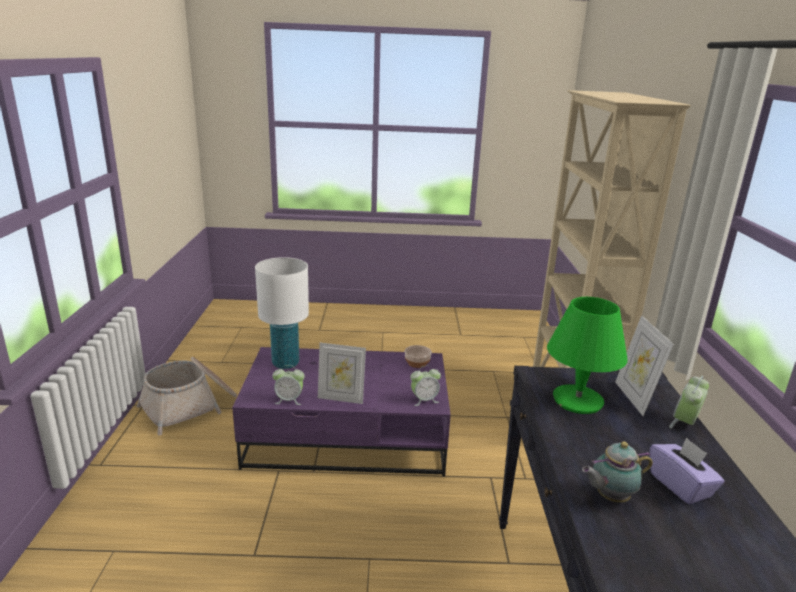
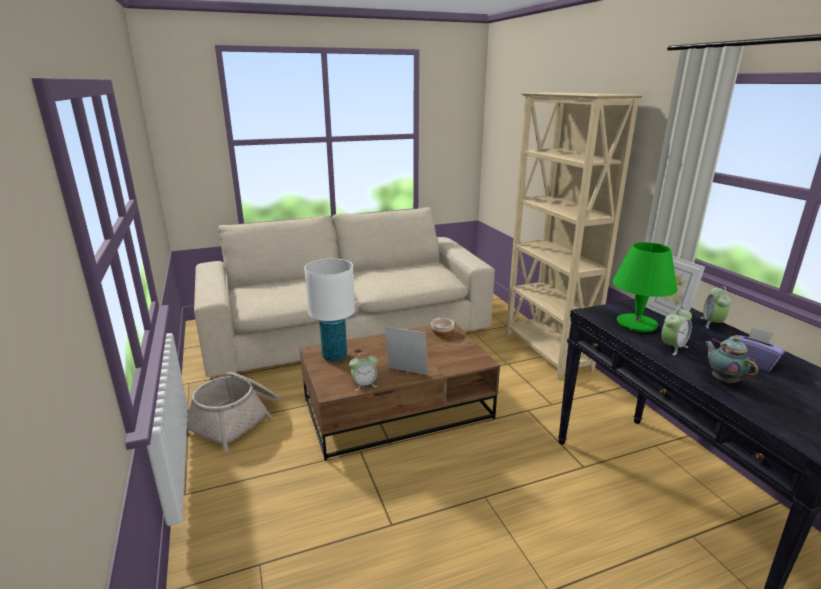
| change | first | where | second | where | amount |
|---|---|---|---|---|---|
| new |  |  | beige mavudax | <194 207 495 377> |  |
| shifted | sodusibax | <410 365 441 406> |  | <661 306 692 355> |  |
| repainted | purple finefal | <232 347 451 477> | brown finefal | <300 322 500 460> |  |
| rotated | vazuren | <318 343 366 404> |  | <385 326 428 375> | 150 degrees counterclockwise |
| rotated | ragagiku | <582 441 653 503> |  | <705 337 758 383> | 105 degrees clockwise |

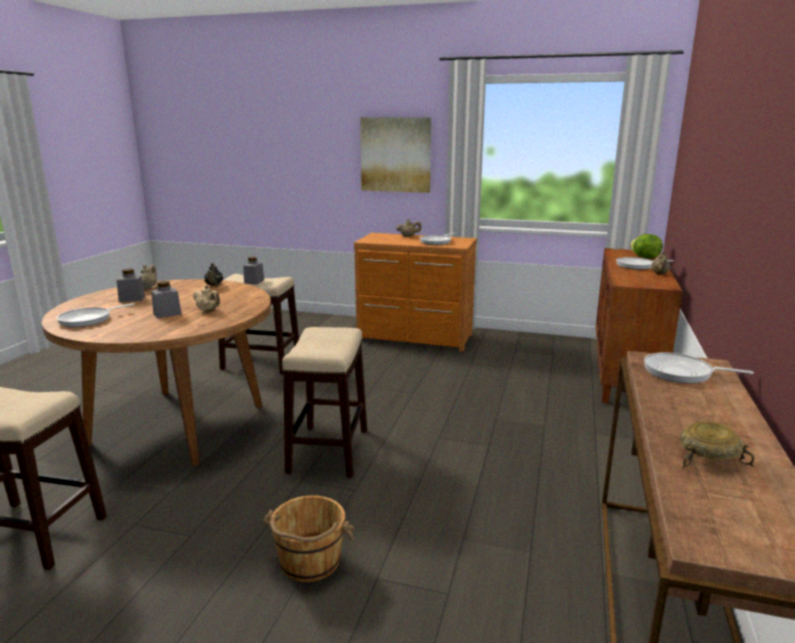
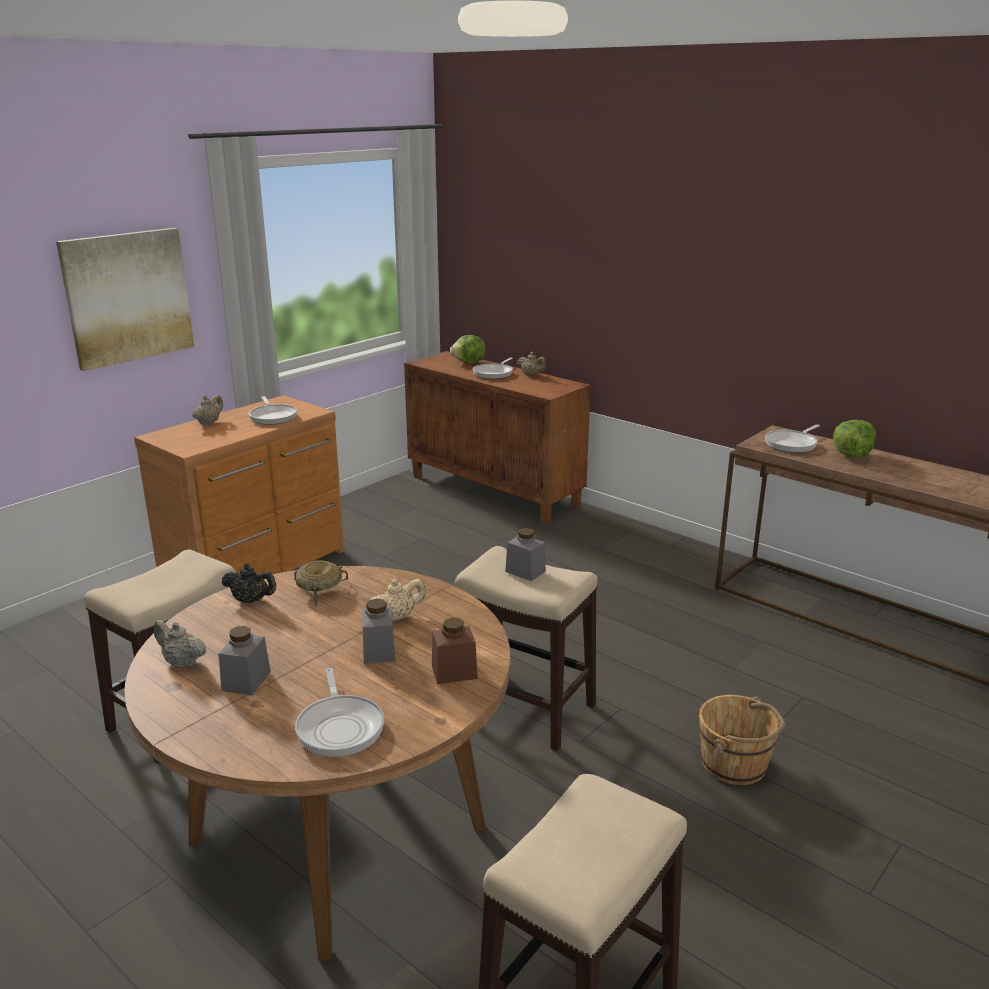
| change | first | where | second | where | amount |
|---|---|---|---|---|---|
| new |  |  | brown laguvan | <432 618 478 684> |  |
| new |  |  | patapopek | <833 420 876 458> |  |
| shifted | grey laguvan | <243 257 264 284> |  | <505 528 546 581> |  |
| shifted | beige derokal | <680 420 754 469> |  | <294 560 349 606> |  |

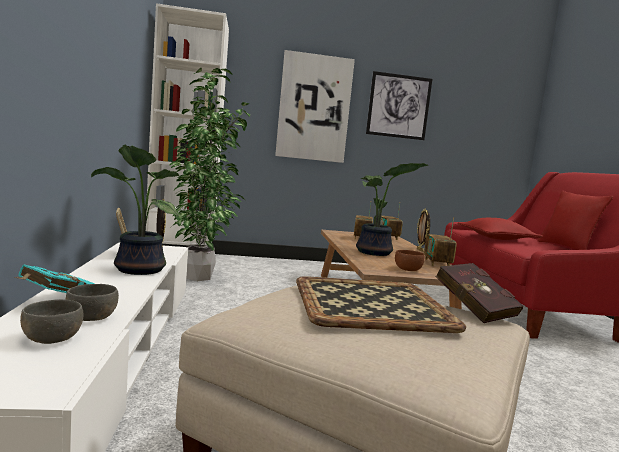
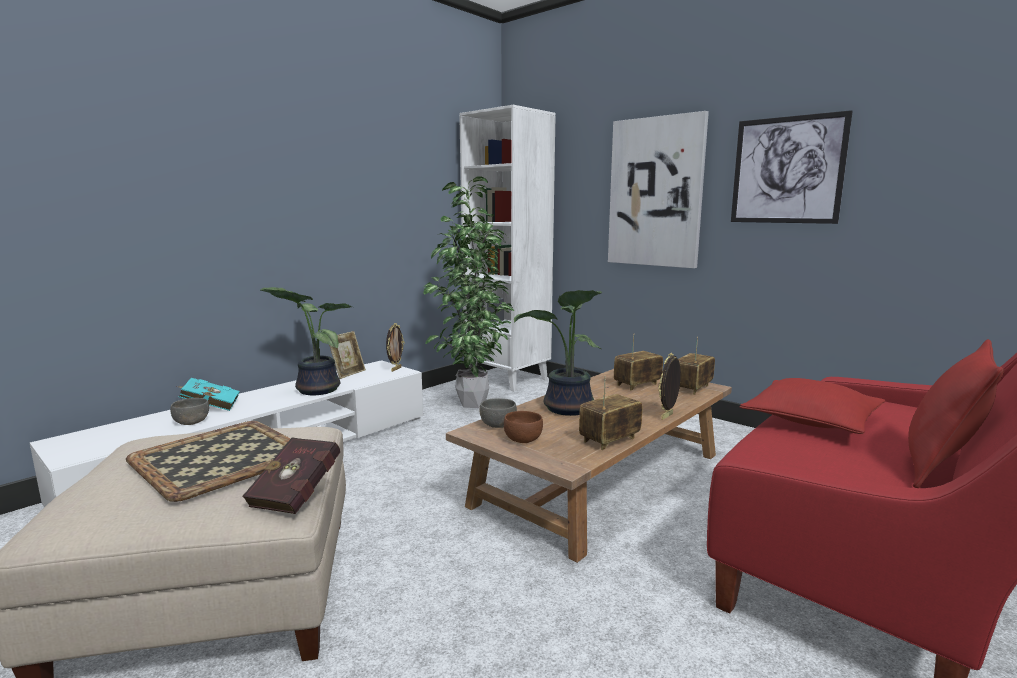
| change | first | where | second | where | amount |
|---|---|---|---|---|---|
| shifted | grey derokal | <20 299 83 344> |  | <479 398 517 428> |  |

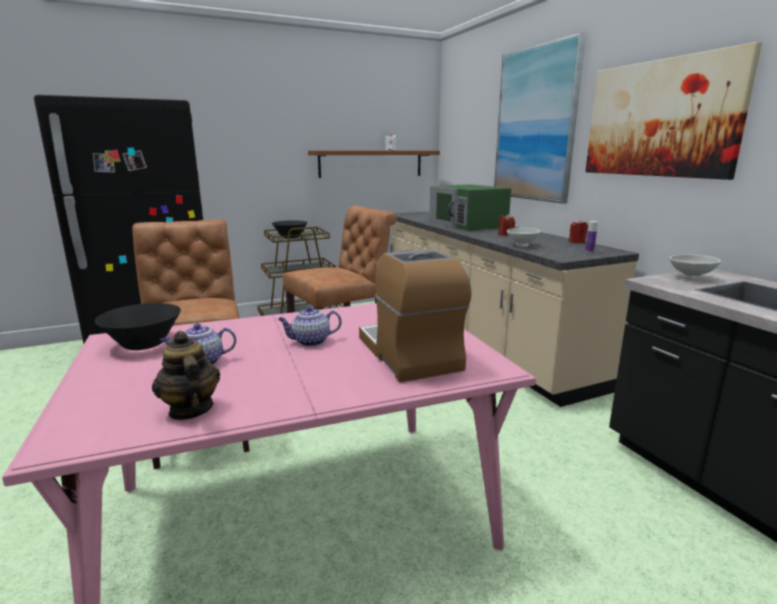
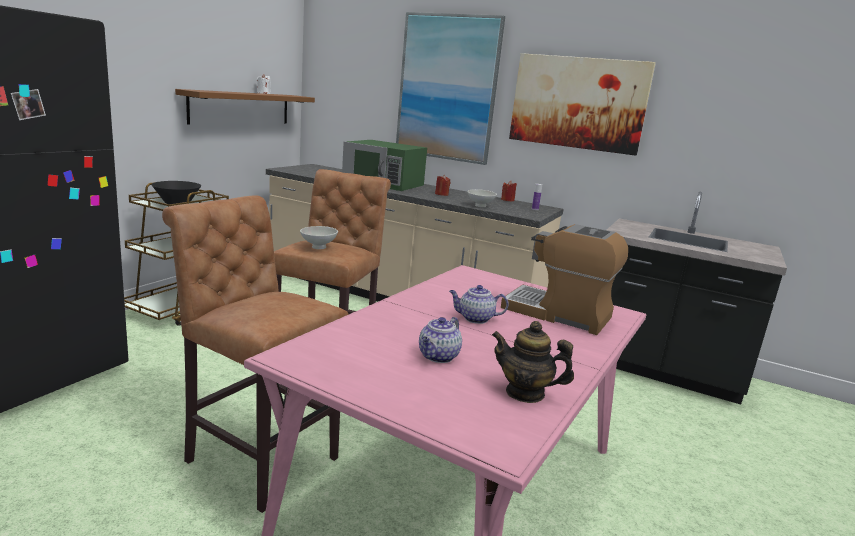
| change | first | where | second | where | amount |
|---|---|---|---|---|---|
| gone | black derokal | <95 303 181 350> |  |  |  |
| shifted | white derokal | <670 254 721 280> |  | <300 226 338 249> |  |
| rotated | ragagiku | <278 306 341 347> |  | <449 285 509 324> | 60 degrees clockwise |

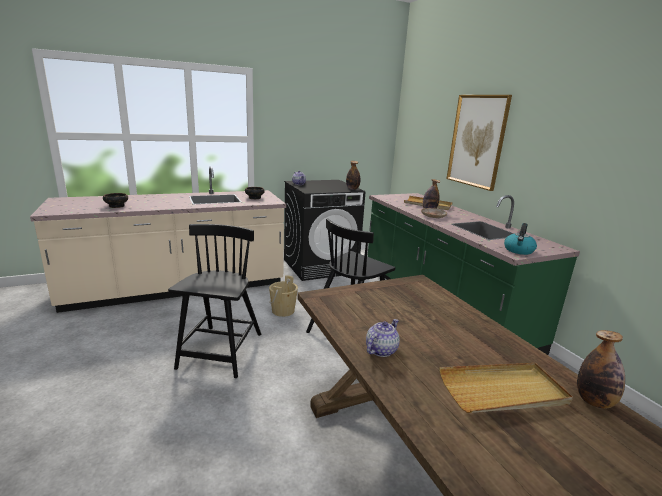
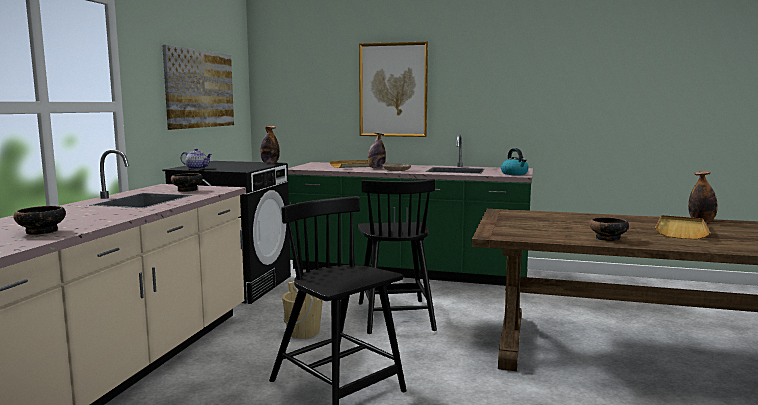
| change | first | where | second | where | amount |
|---|---|---|---|---|---|
| new |  |  | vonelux | <163 45 234 130> |  |
| swapped | ragagiku | <366 319 400 357> | derokal | <589 217 629 241> |  |

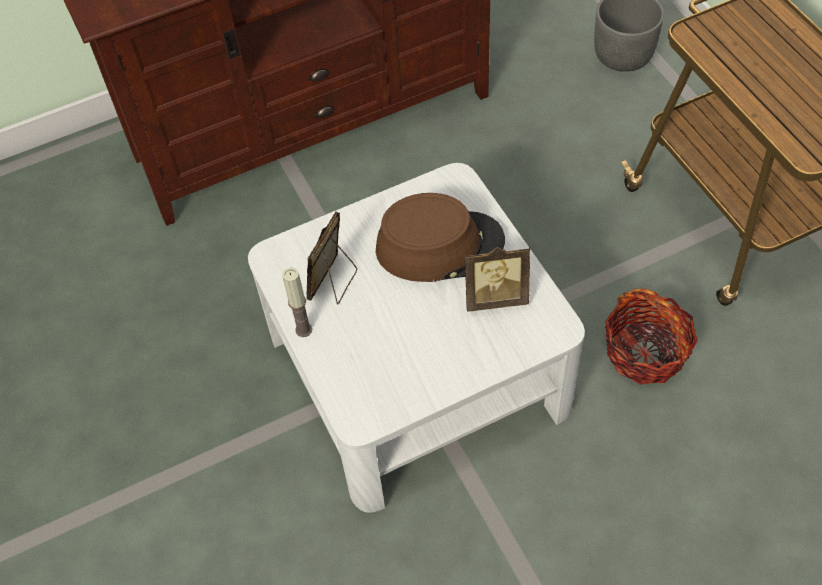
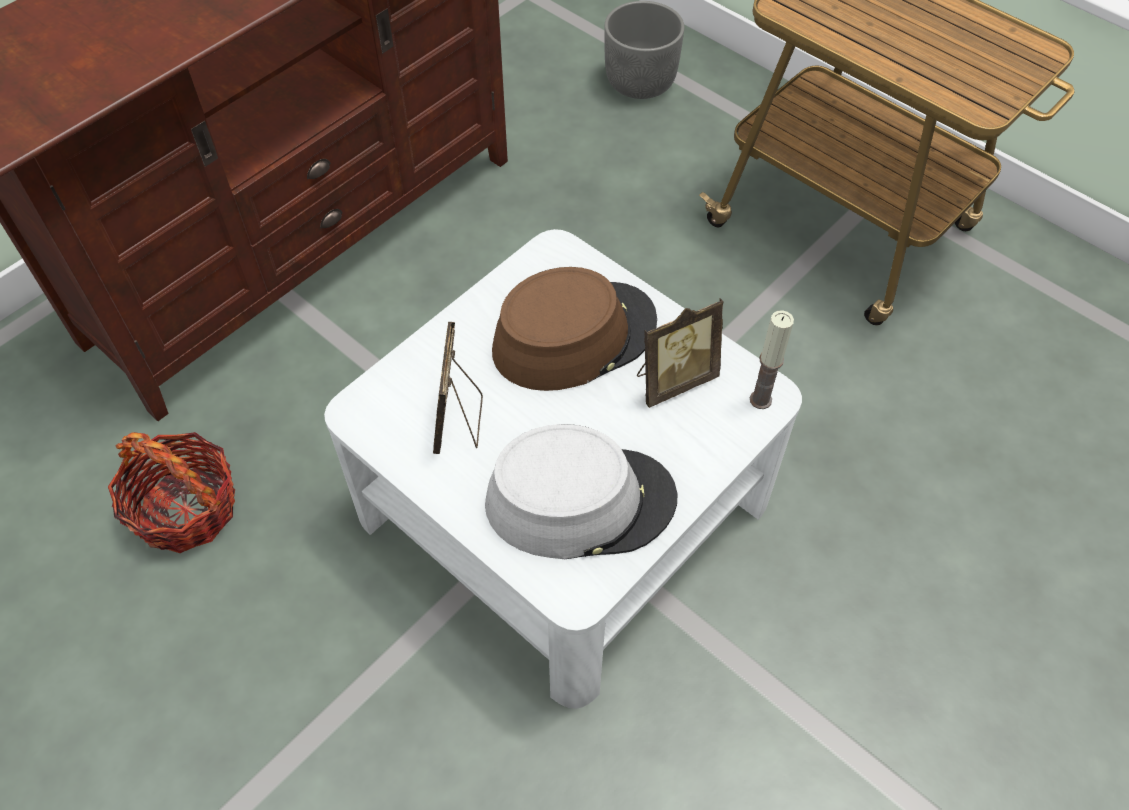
| change | first | where | second | where | amount |
|---|---|---|---|---|---|
| new |  |  | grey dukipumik | <485 424 678 559> |  |
| shifted | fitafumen | <282 268 312 337> |  | <750 310 794 409> |  |
| shifted | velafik | <605 288 698 384> |  | <108 432 235 553> |  |

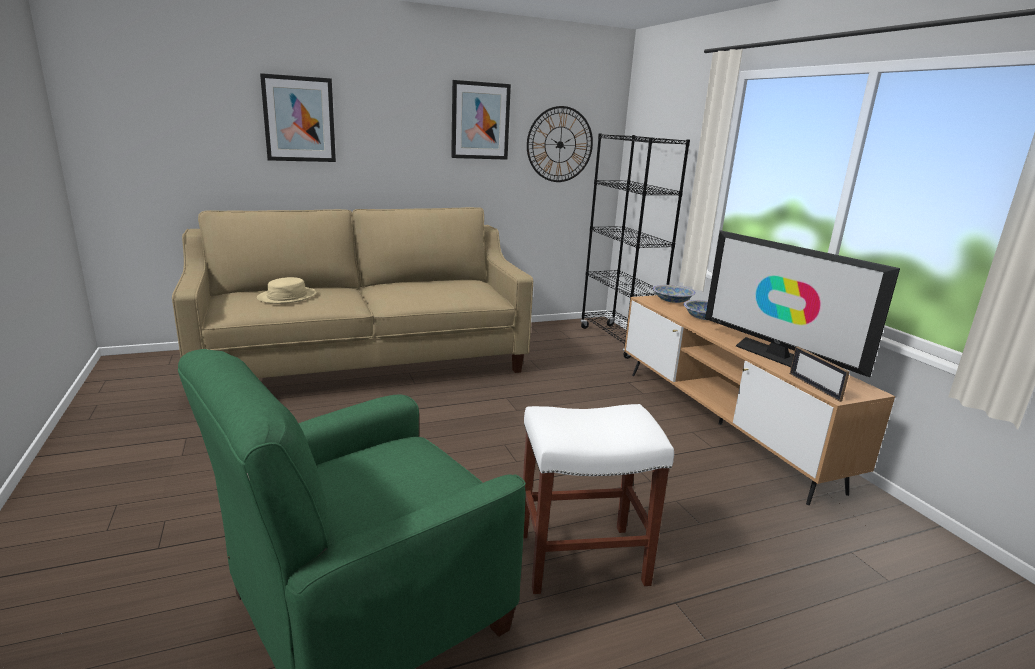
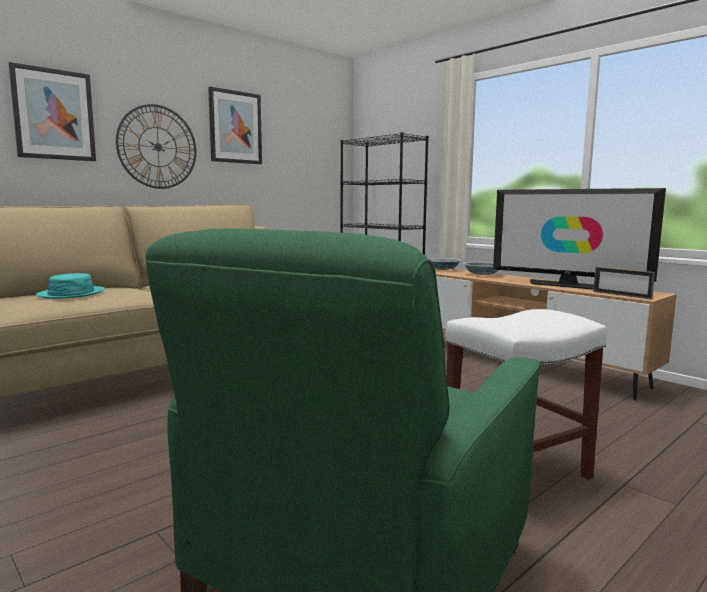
| change | first | where | second | where | amount |
|---|---|---|---|---|---|
| shifted | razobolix | <527 106 593 182> |  | <116 104 196 189> |  |
| repainted | beige dukipumik | <257 277 317 304> | turquoise dukipumik | <36 273 105 299> |  |

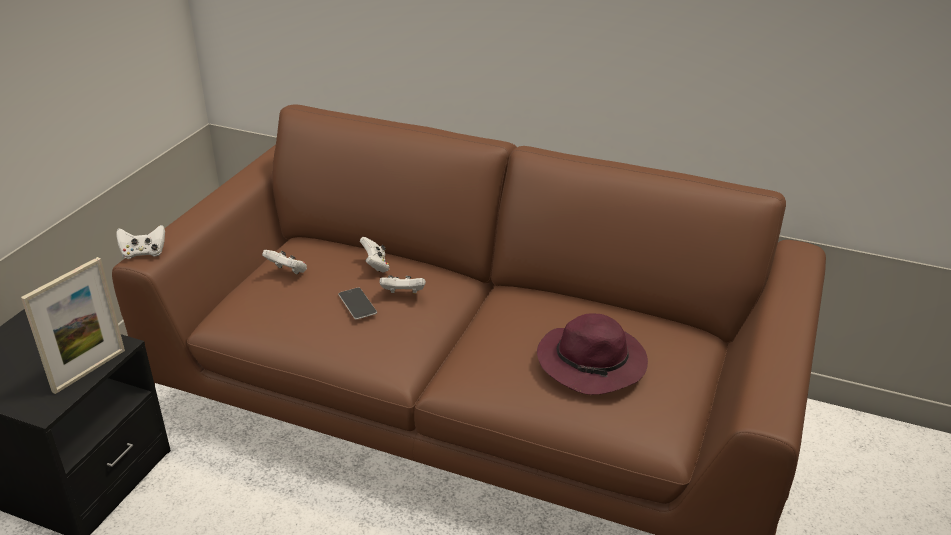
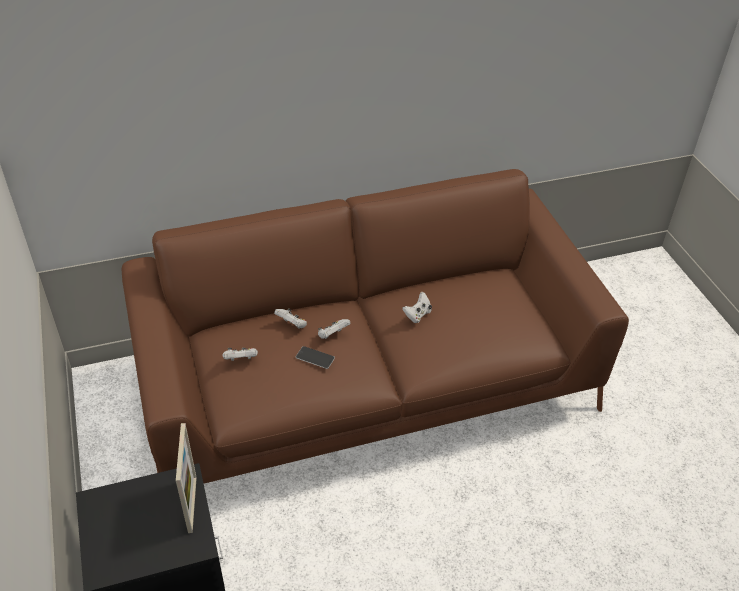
| change | first | where | second | where | amount |
|---|---|---|---|---|---|
| gone | purple dukipumik | <537 313 648 395> |  |  |  |
| shifted | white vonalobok | <116 225 165 259> |  | <402 292 432 323> |  |

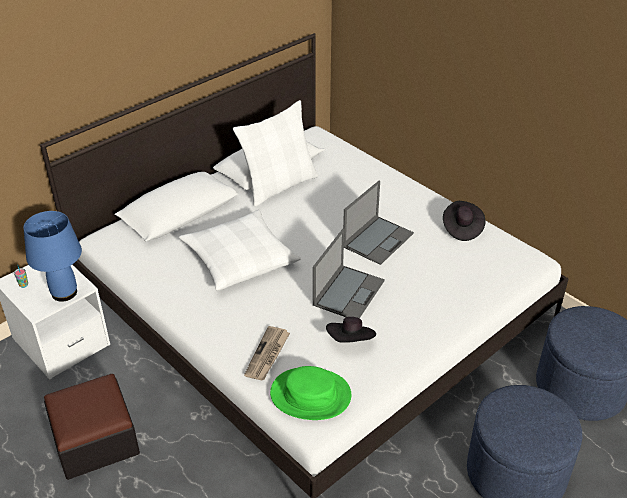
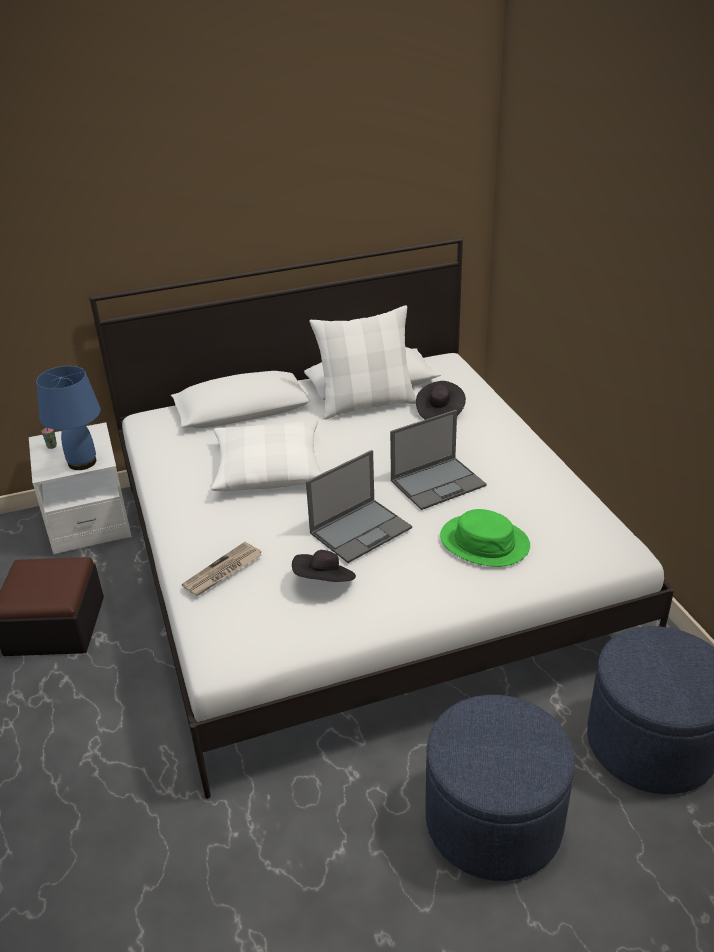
| change | first | where | second | where | amount |
|---|---|---|---|---|---|
| shifted | green dukipumik | <270 366 351 420> |  | <440 509 530 567> |  |
| shifted | black dukipumik | <443 201 485 241> |  | <416 381 466 420> |  |

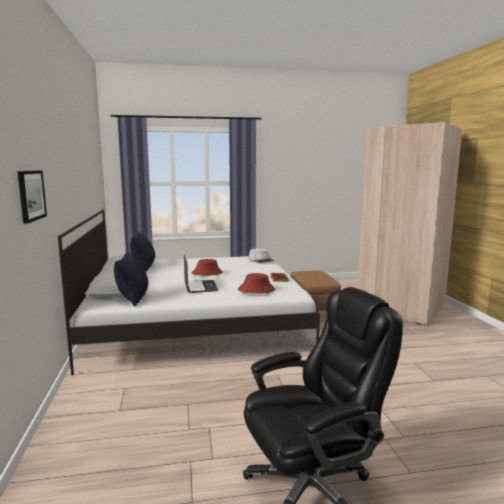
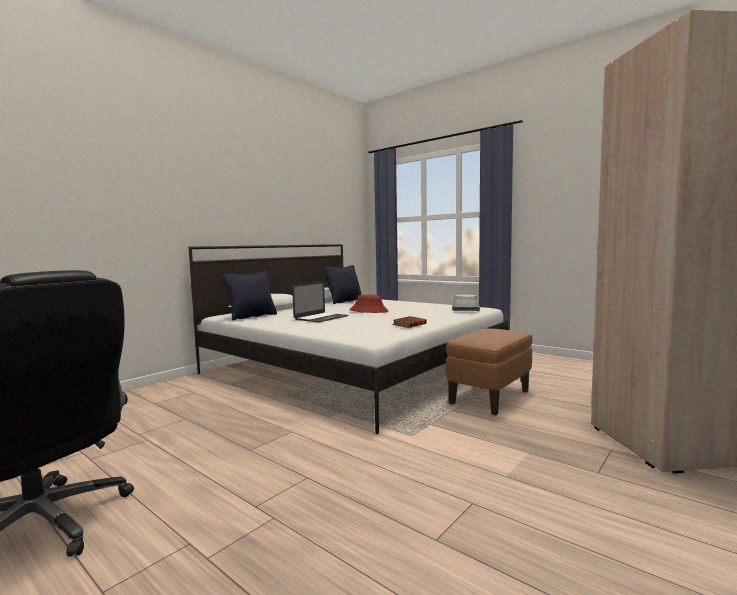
| change | first | where | second | where | amount |
|---|---|---|---|---|---|
| gone | vonelux | <17 170 47 224> |  |  |  |
| gone | red dukipumik | <238 273 275 294> |  |  |  |

